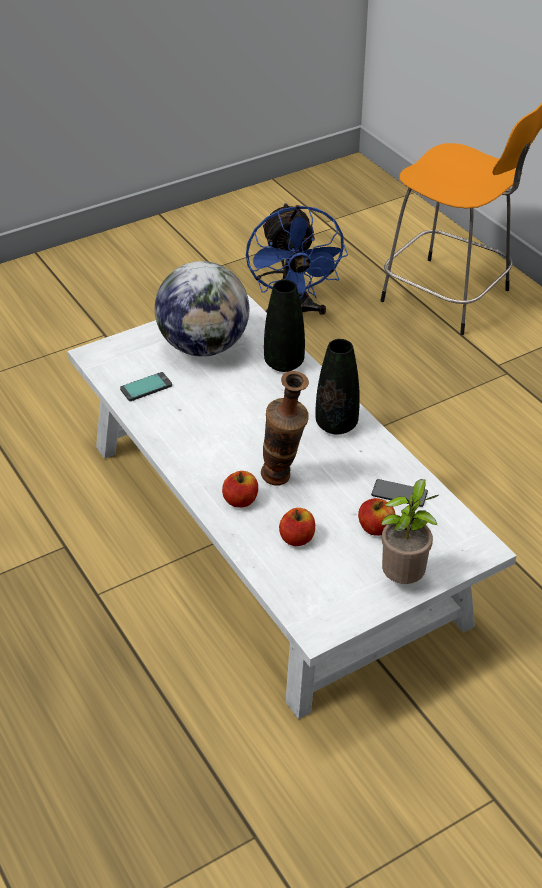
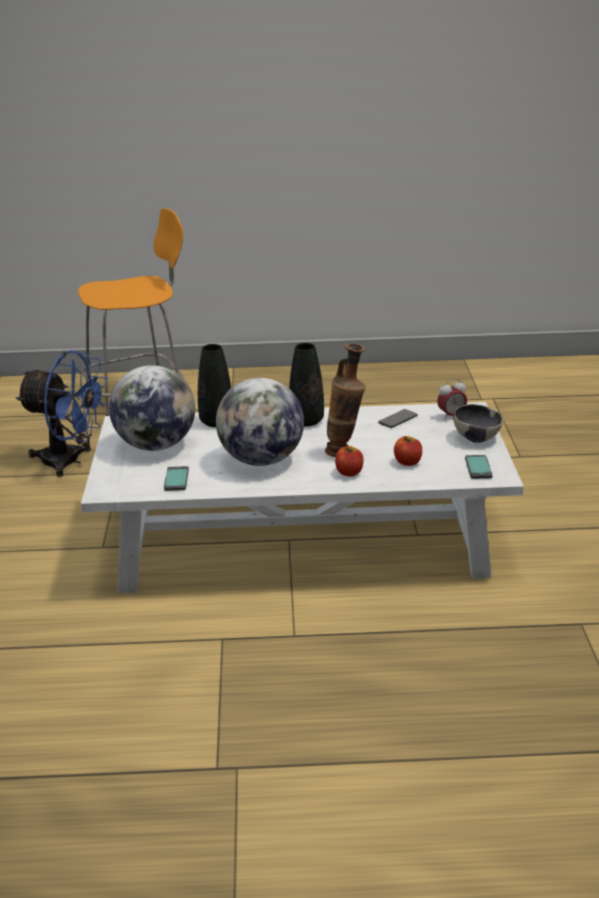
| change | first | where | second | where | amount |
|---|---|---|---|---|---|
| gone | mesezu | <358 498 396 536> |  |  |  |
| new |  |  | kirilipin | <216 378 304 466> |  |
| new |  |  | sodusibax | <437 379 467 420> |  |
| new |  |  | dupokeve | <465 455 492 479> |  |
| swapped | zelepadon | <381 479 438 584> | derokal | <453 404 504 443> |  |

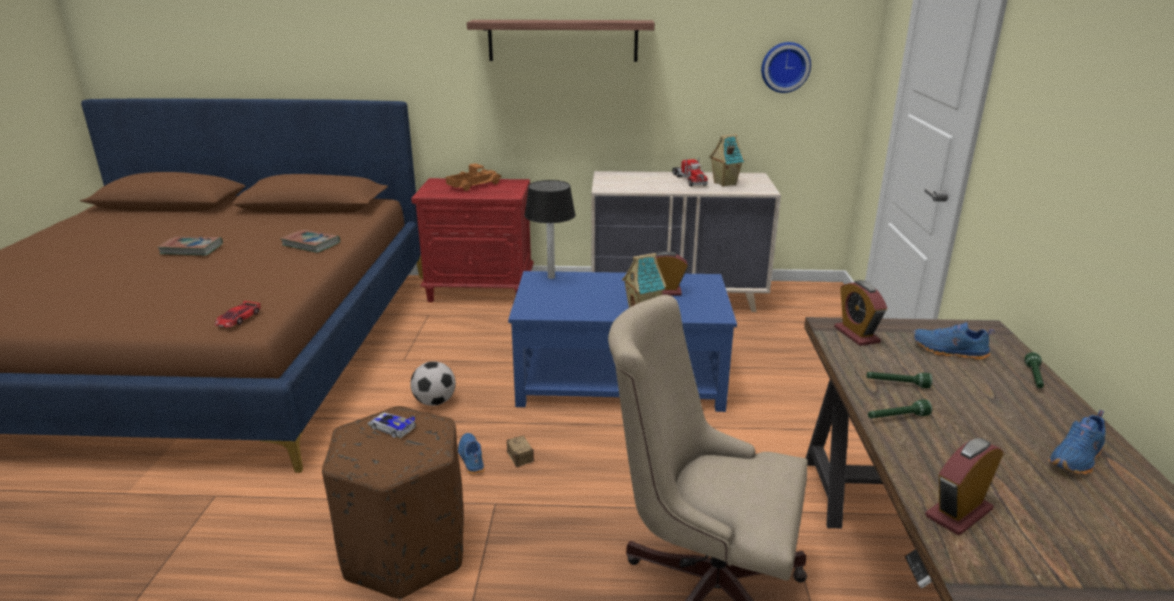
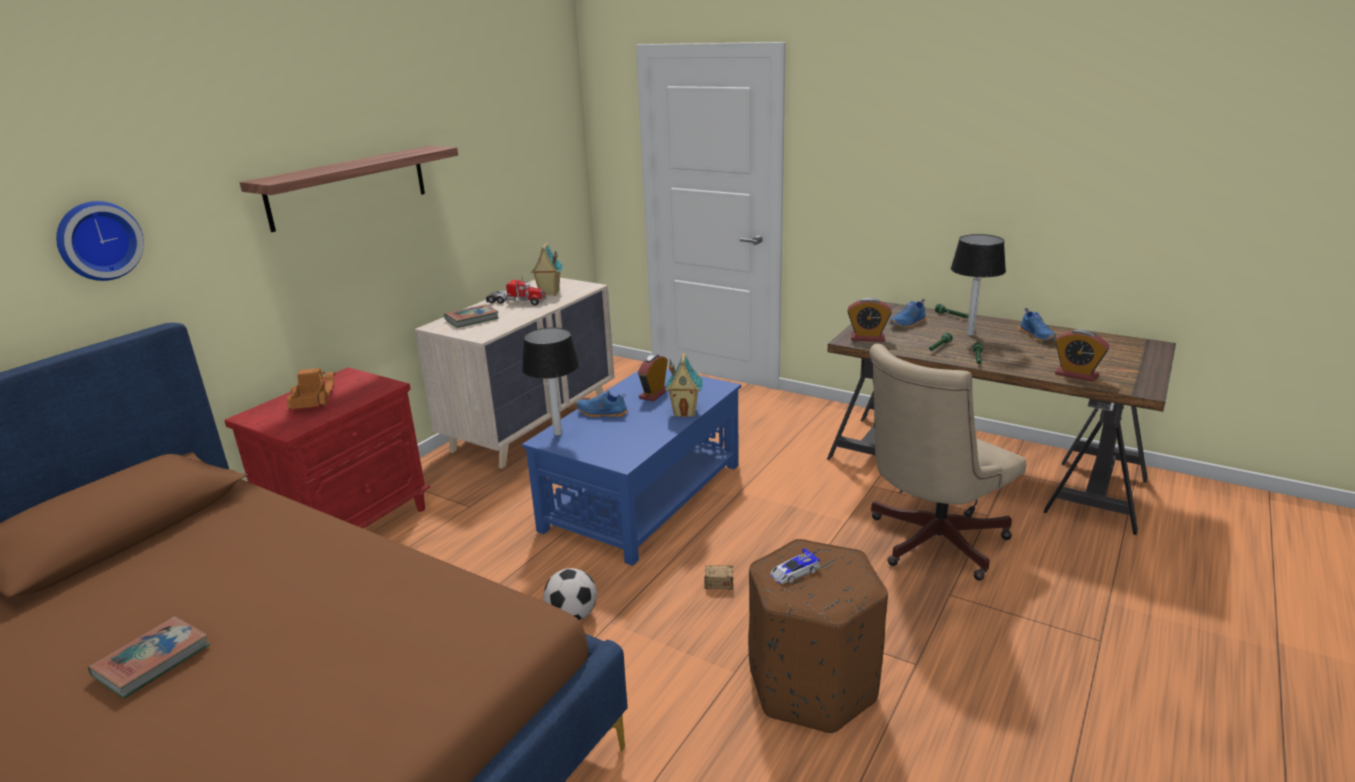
| change | first | where | second | where | amount |
|---|---|---|---|---|---|
| gone | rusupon | <215 301 261 328> |  |  |  |
| new |  |  | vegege | <951 234 1006 336> |  |
| shifted | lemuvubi | <280 229 340 253> |  | <444 304 499 328> |  |
| shifted | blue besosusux | <458 433 485 474> |  | <576 391 628 417> |  |
| shifted | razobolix | <761 42 811 93> |  | <56 201 144 281> |  |
| rotated | sodusibax | <925 438 1004 535> |  | <1055 329 1109 382> | 45 degrees counterclockwise |

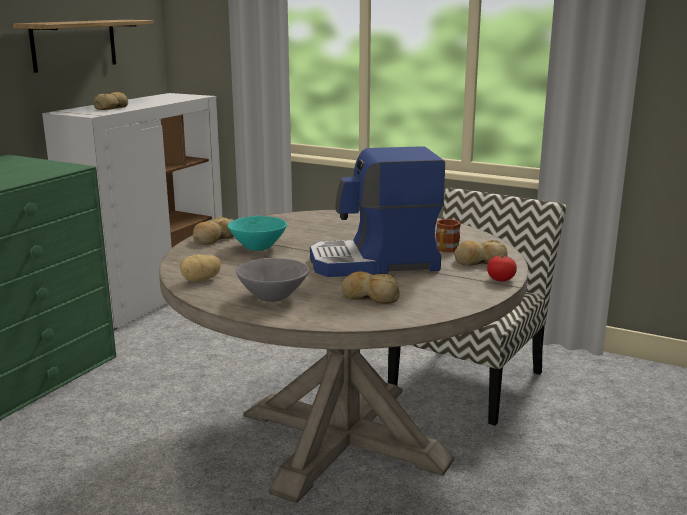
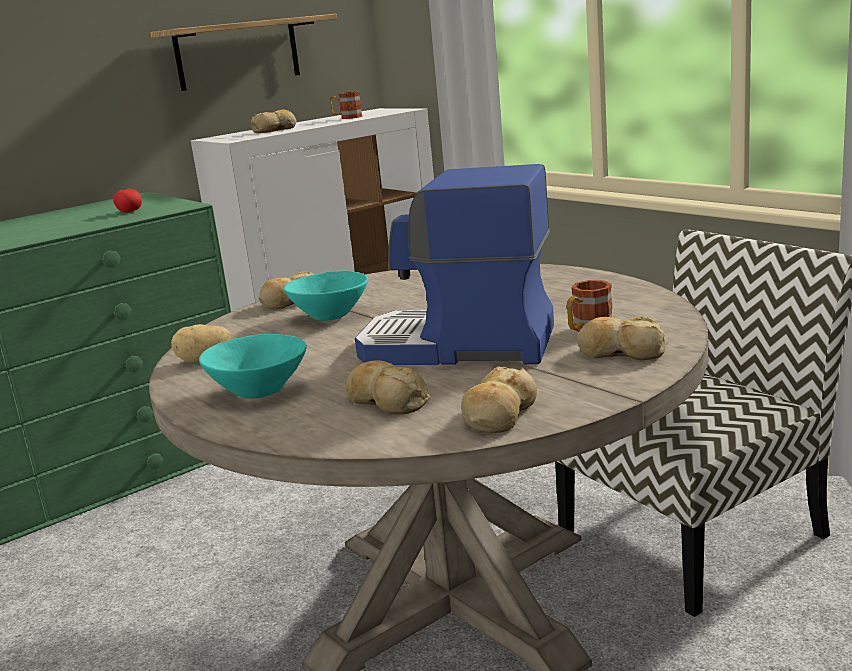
| change | first | where | second | where | amount |
|---|---|---|---|---|---|
| new |  |  | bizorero | <329 91 363 119> |  |
| new |  |  | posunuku | <461 366 537 433> |  |
| shifted | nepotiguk | <487 255 517 281> |  | <113 188 142 213> |  |
| repainted | grey derokal | <236 258 309 302> | turquoise derokal | <199 334 307 399> |  |

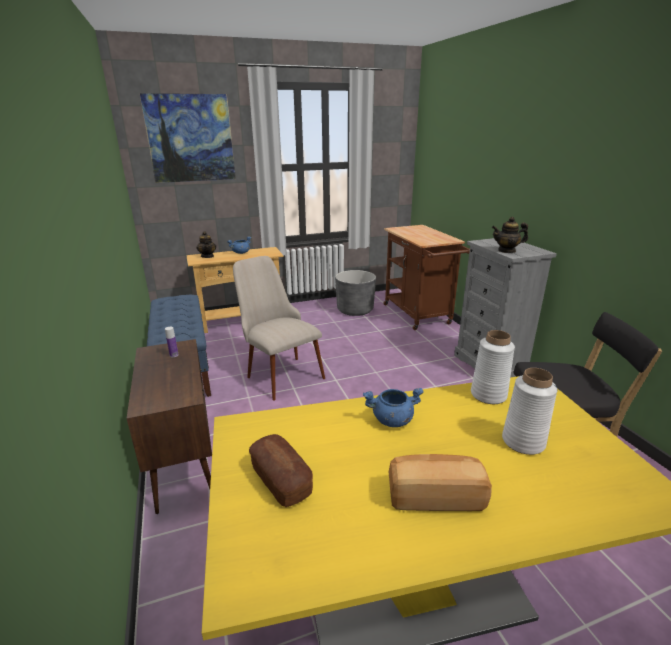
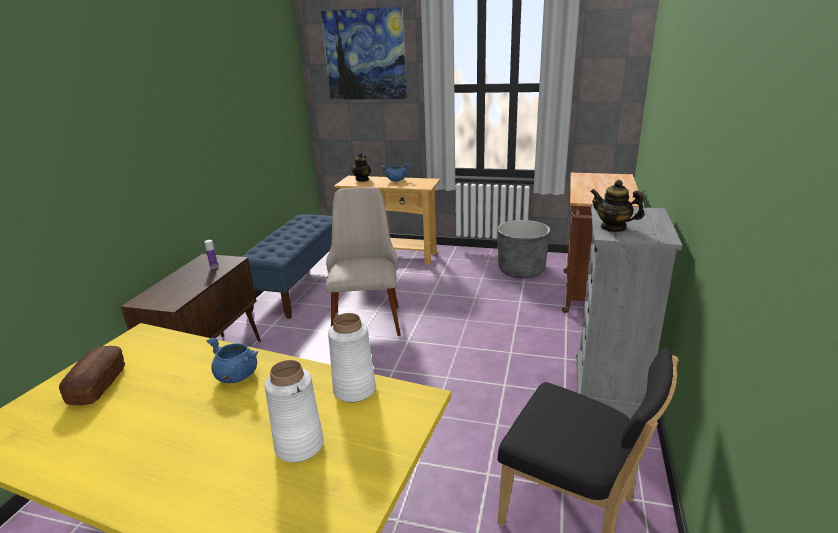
| change | first | where | second | where | amount |
|---|---|---|---|---|---|
| gone | posunuku | <389 454 492 511> |  |  |  |

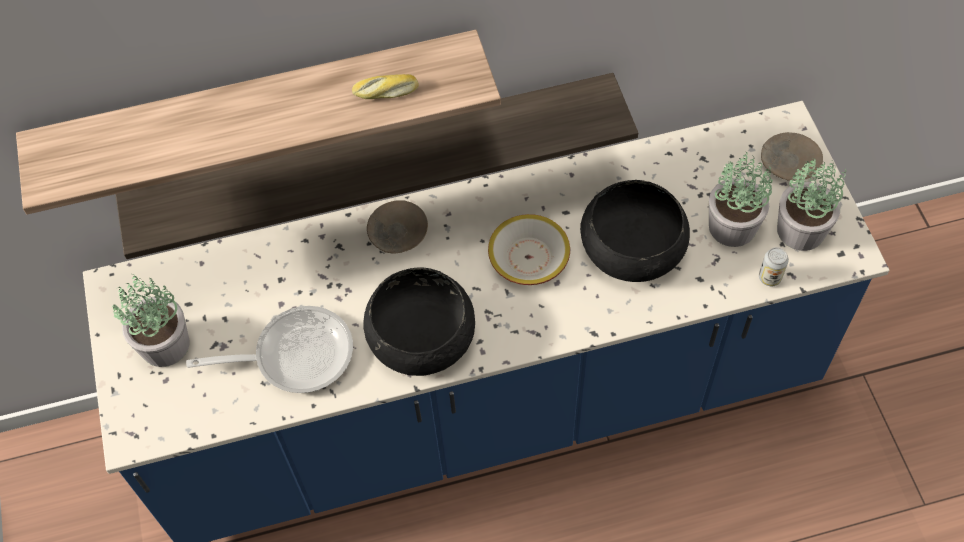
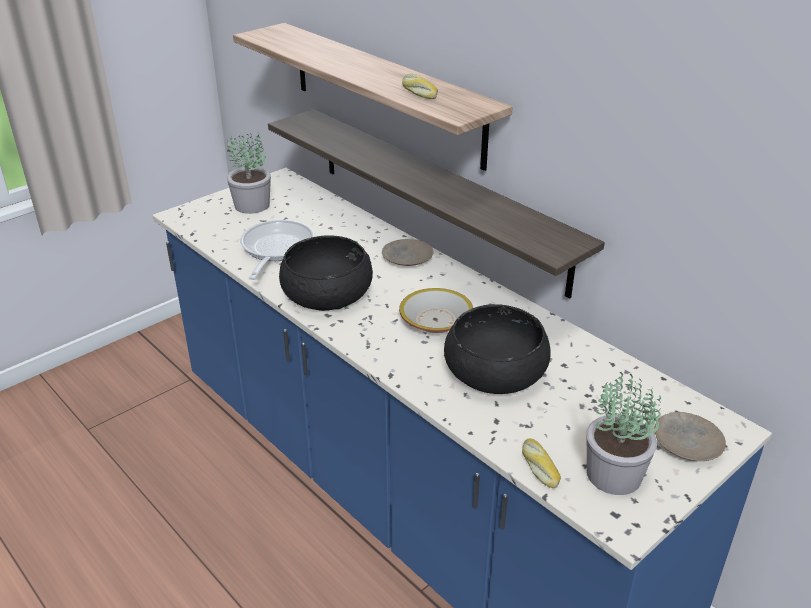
| change | first | where | second | where | amount |
|---|---|---|---|---|---|
| gone | zelepadon | <709 152 773 247> |  |  |  |
| swapped | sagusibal | <759 247 789 286> | posunuku | <522 438 561 488> |  |
| rotated | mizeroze | <186 306 353 393> |  | <240 220 315 280> | 135 degrees counterclockwise |

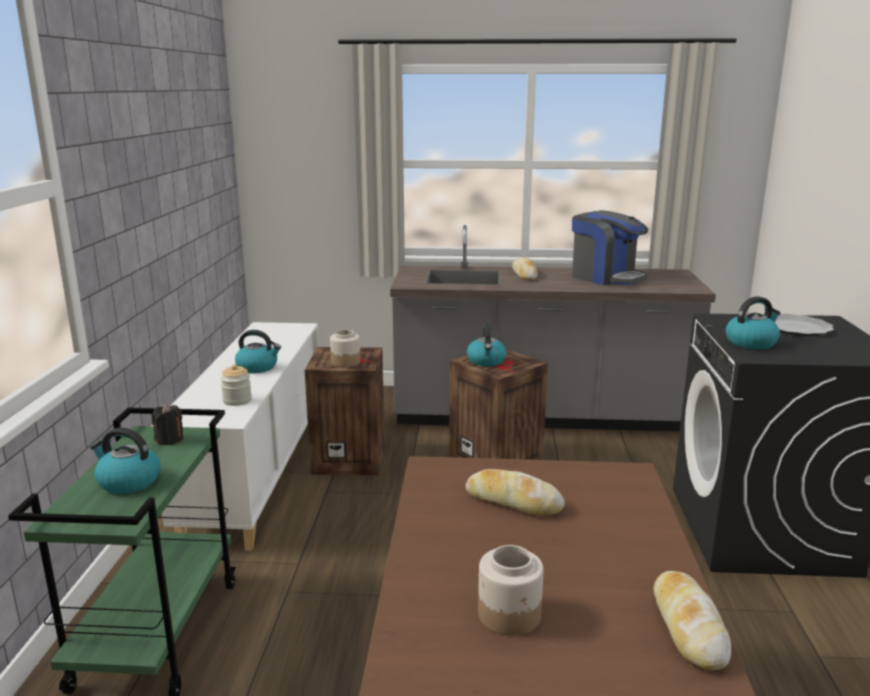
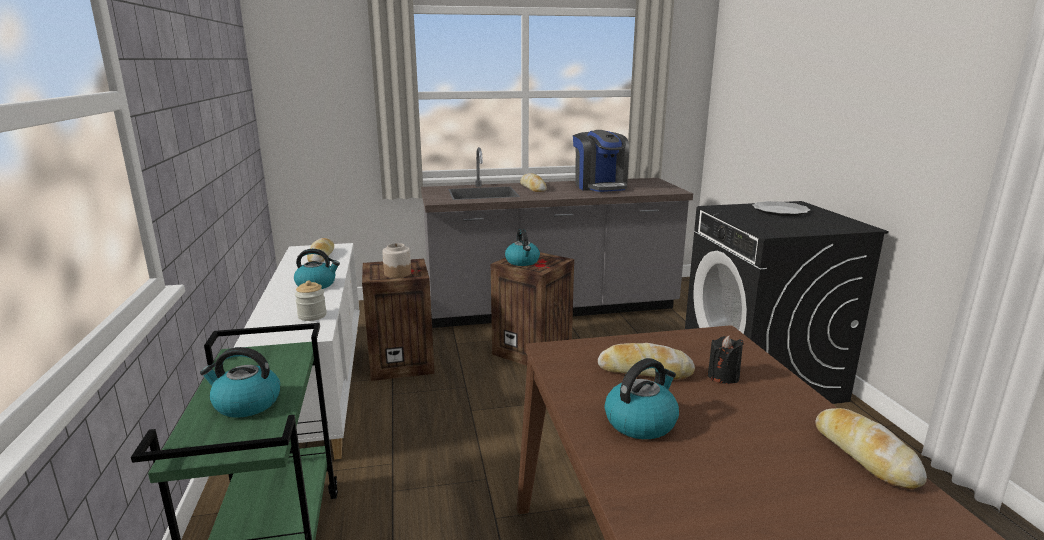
| change | first | where | second | where | amount |
|---|---|---|---|---|---|
| gone | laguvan | <478 545 544 636> |  |  |  |
| new |  |  | posunuku | <307 238 334 262> |  |
| shifted | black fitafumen | <152 404 183 445> |  | <708 335 744 384> |  |
| shifted | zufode | <726 296 781 349> |  | <605 358 679 439> |  |
| rotated | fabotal | <572 210 648 285> |  | <573 130 629 192> | 45 degrees clockwise |

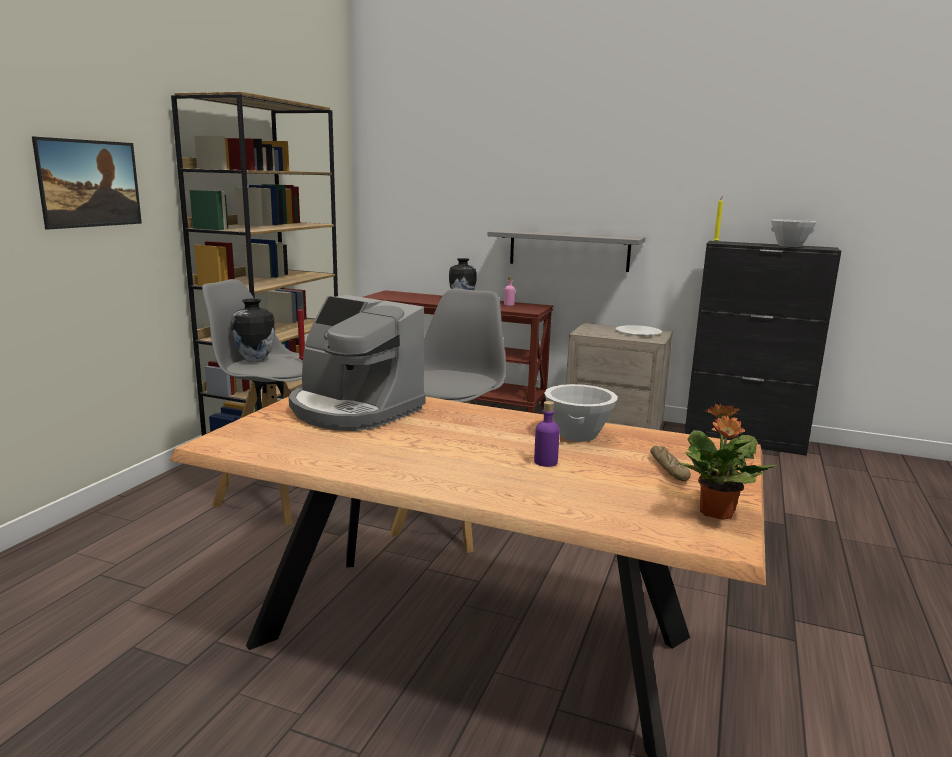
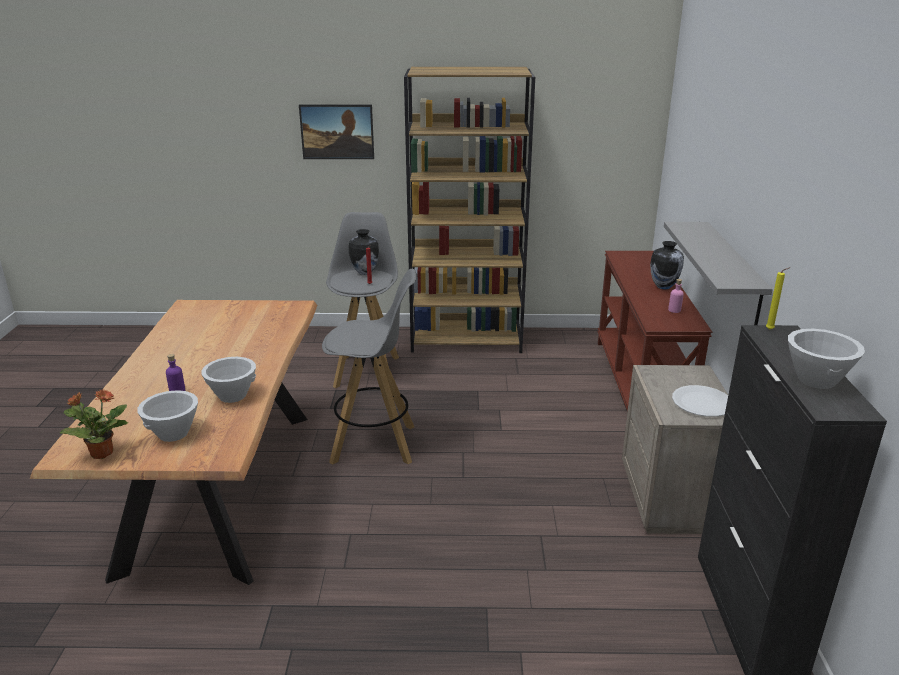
| change | first | where | second | where | amount |
|---|---|---|---|---|---|
| gone | fabotal | <289 295 426 431> |  |  |  |
| swapped | posunuku | <650 445 691 481> | white derokal | <138 390 198 442> |  |

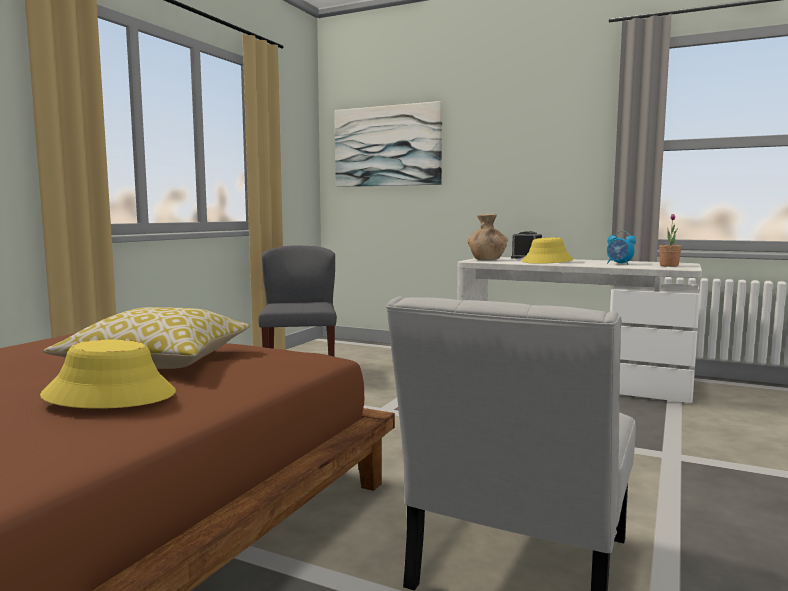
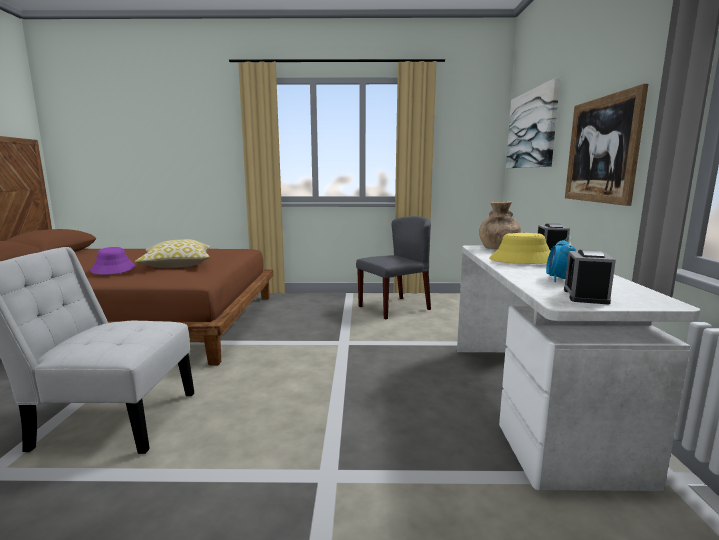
| change | first | where | second | where | amount |
|---|---|---|---|---|---|
| new |  |  | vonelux | <565 84 648 206> |  |
| swapped | zelepadon | <659 214 682 267> | sodusibax | <564 249 616 304> |  |
| repainted | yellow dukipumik | <40 340 176 409> | purple dukipumik | <90 247 135 275> |  |

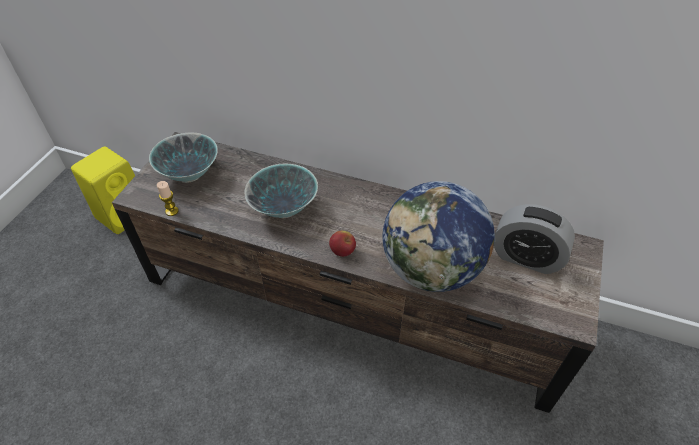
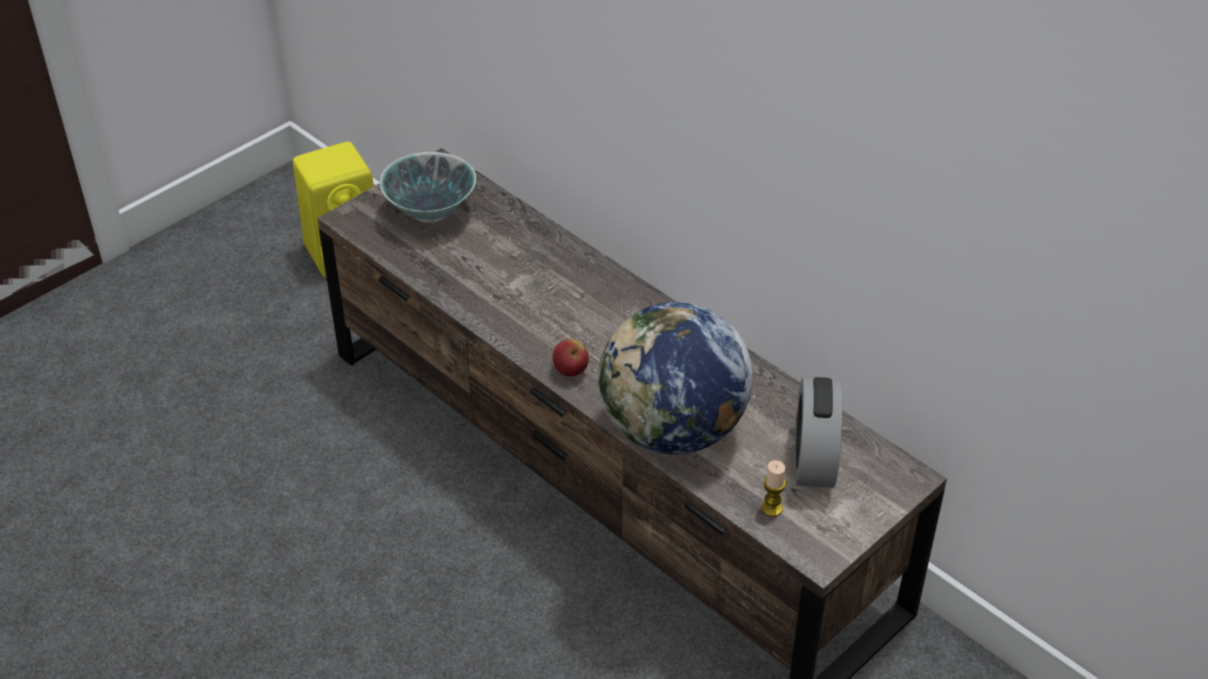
| change | first | where | second | where | amount |
|---|---|---|---|---|---|
| gone | derokal | <244 164 318 218> |  |  |  |
| shifted | fitafumen | <157 181 179 216> |  | <761 460 786 517> |  |
| rotated | sodusibax | <494 204 575 274> |  | <795 377 843 488> | 45 degrees clockwise |

